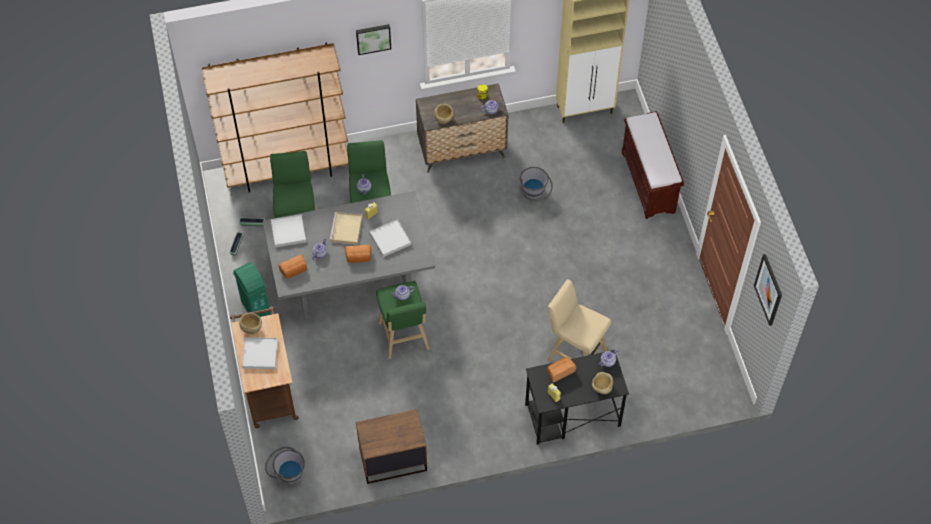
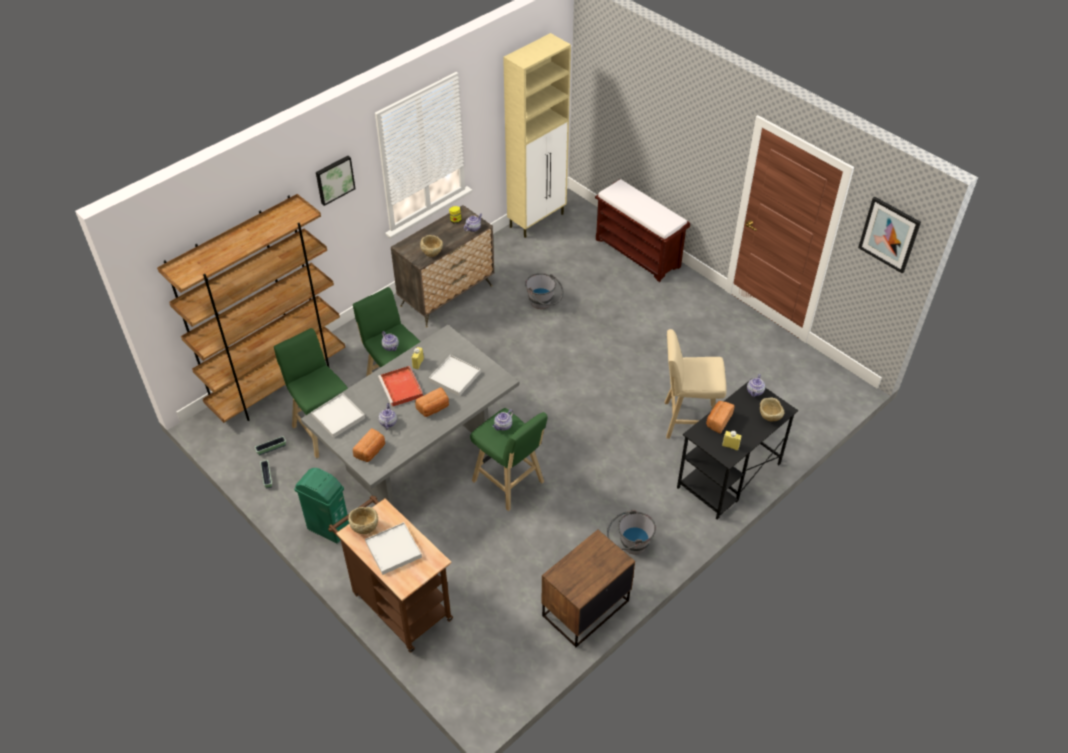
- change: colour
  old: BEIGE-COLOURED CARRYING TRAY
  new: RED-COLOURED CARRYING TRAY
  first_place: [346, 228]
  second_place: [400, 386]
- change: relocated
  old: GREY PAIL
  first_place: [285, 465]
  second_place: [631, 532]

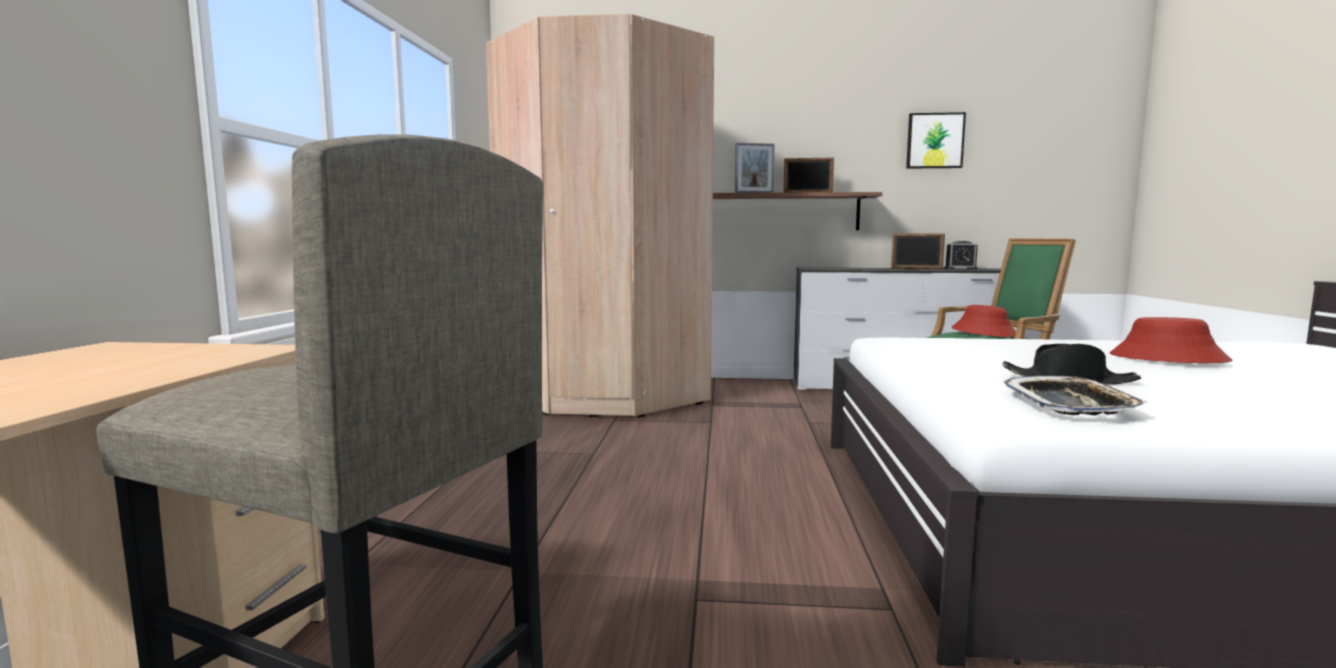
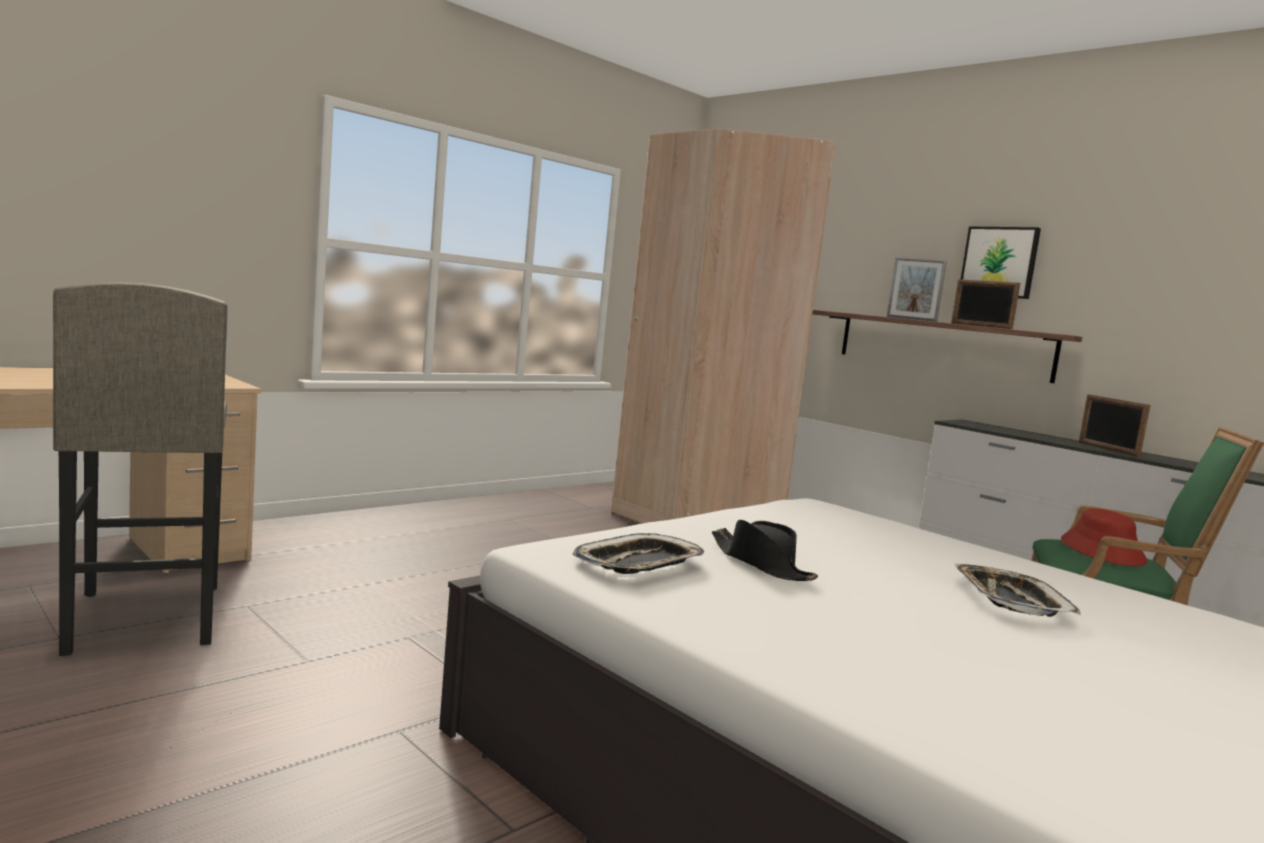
- change: exchanged
  old: RED-COLOURED WEARABLE HAT
  new: CARRYING TRAY
  first_place: [1171, 340]
  second_place: [1017, 590]
- change: relocated
  old: PICTURE
  first_place: [936, 140]
  second_place: [1001, 262]
- change: missing
  old: TABLE CLOCK
  first_place: [961, 255]

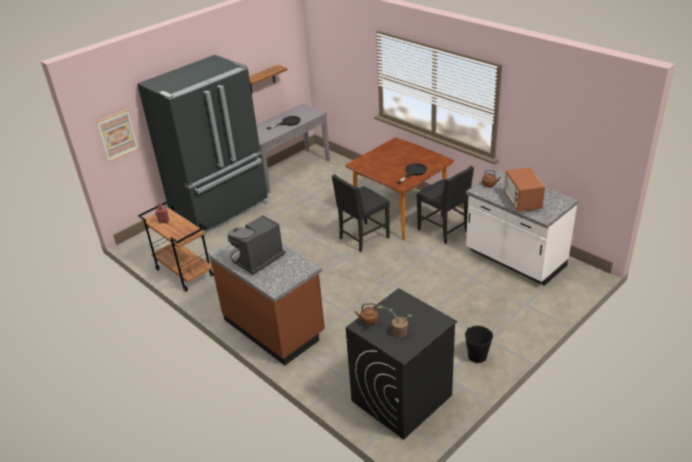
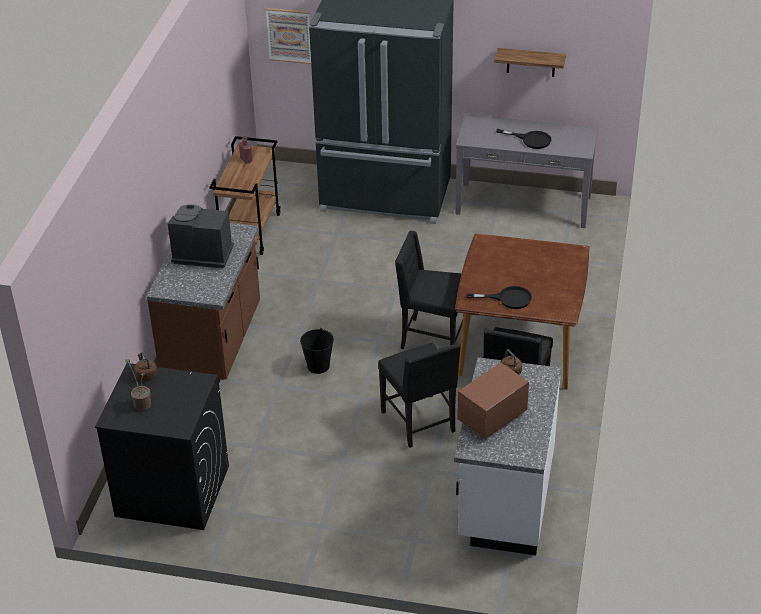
- change: relocated
  old: BLACKISH PAIL
  first_place: [479, 344]
  second_place: [317, 351]
- change: appeared
  new: BLACKISH CHAIR
  second_place: [419, 395]

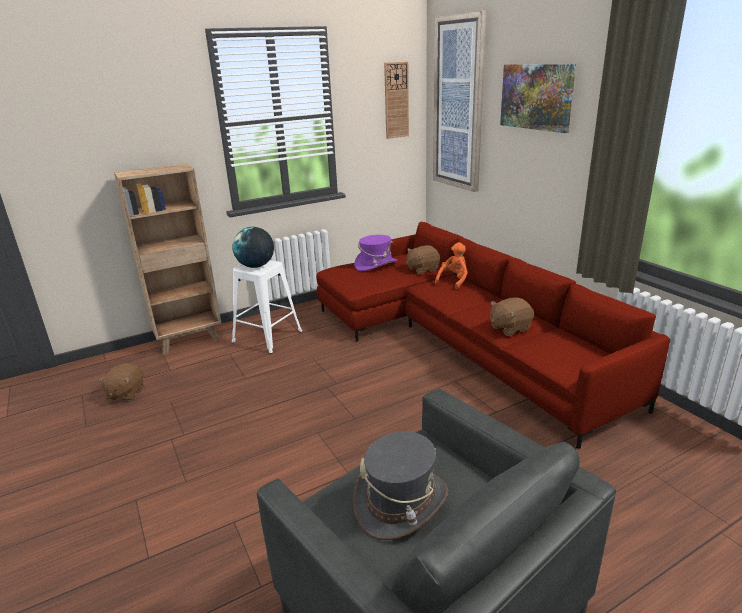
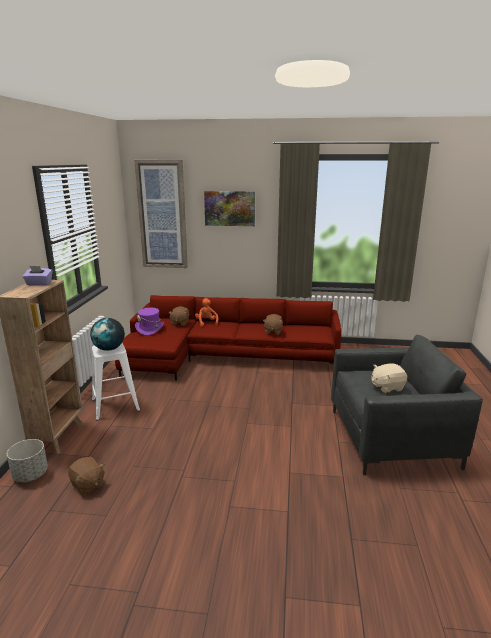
- change: appeared
  new: GREY PLANTER
  second_place: [27, 460]
- change: appeared
  new: PURPLISH TISSUE HOLDER
  second_place: [37, 275]
- change: exchanged
  old: GREY WEARABLE HAT
  new: BEIGE-COLOURED SOFT TOY
  first_place: [400, 485]
  second_place: [389, 378]
- change: missing
  old: WALL CLOCK
  first_place: [396, 100]

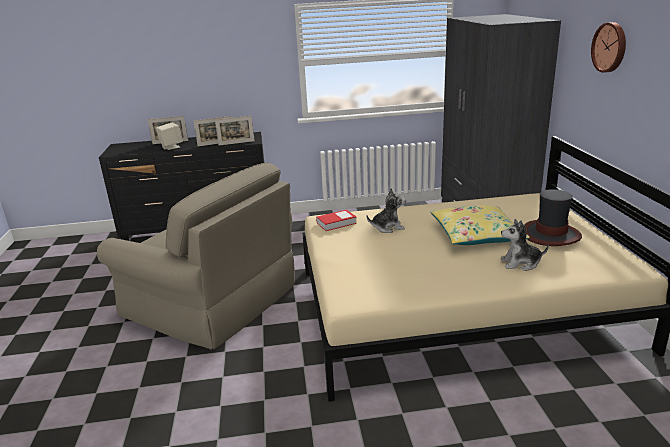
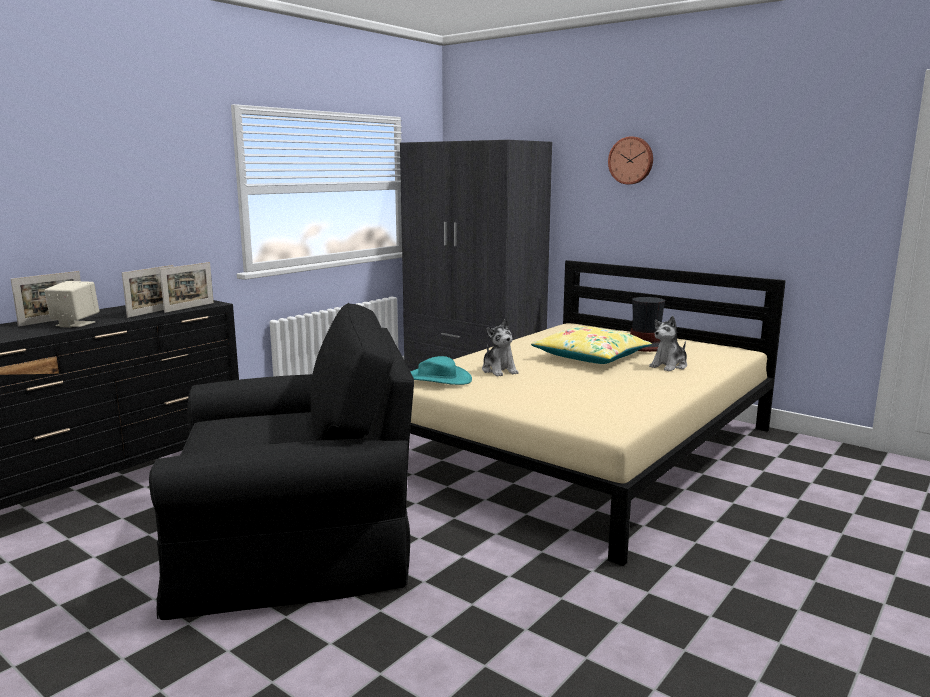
- change: colour
  old: BEIGE-COLOURED ARMCHAIR
  new: BLACKISH ARMCHAIR
  first_place: [196, 256]
  second_place: [281, 461]
- change: exchanged
  old: VOLUME
  new: BLUE-GREEN WEARABLE HAT
  first_place: [336, 220]
  second_place: [441, 370]
- change: spun
  old: SOFT TOY
  first_place: [386, 210]
  second_place: [500, 348]
  degrees: 120

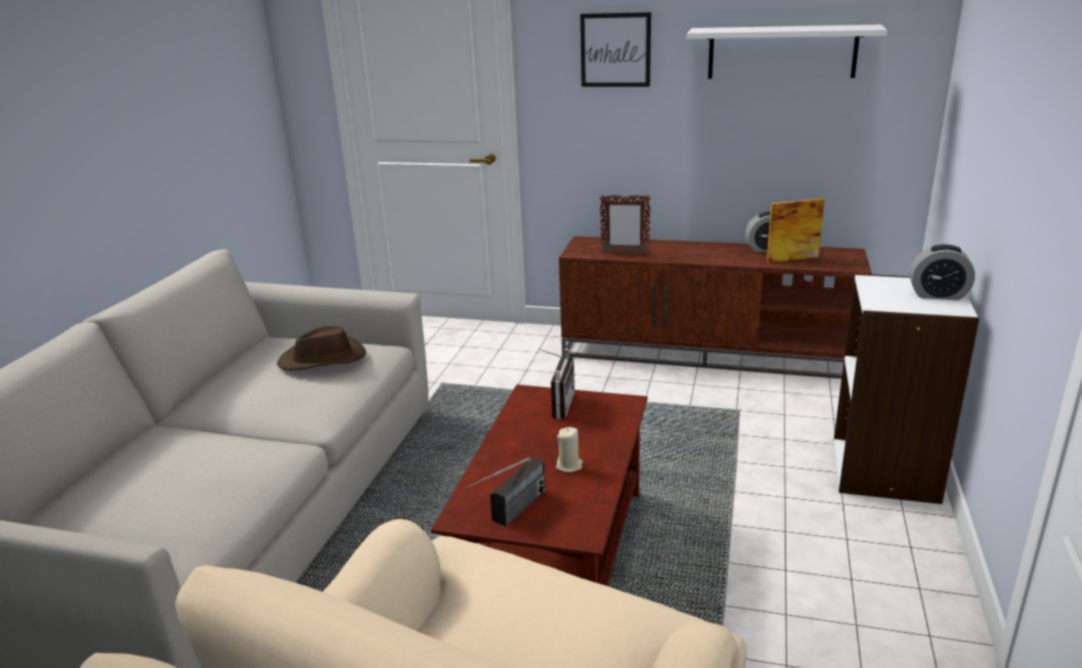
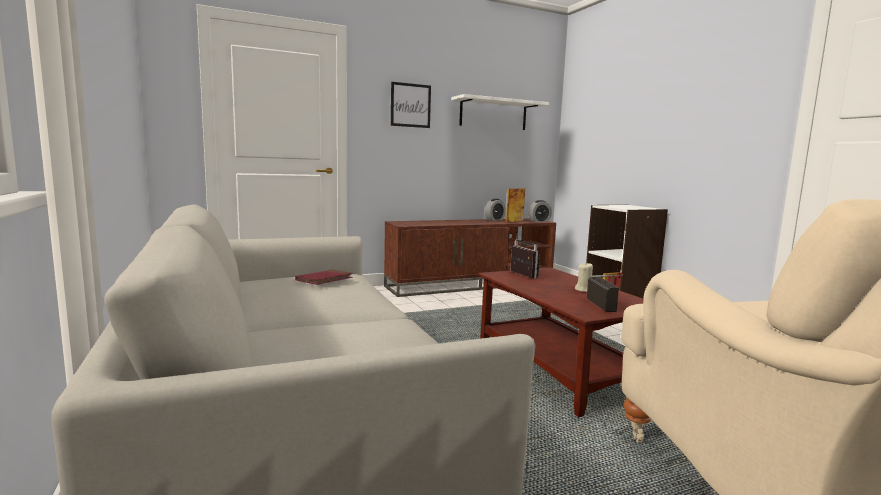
- change: exchanged
  old: BROWN WEARABLE HAT
  new: RED-COLOURED VOLUME
  first_place: [321, 348]
  second_place: [324, 277]
- change: relocated
  old: TABLE CLOCK
  first_place: [942, 272]
  second_place: [540, 211]
- change: missing
  old: PICTURE FRAME
  first_place: [625, 224]

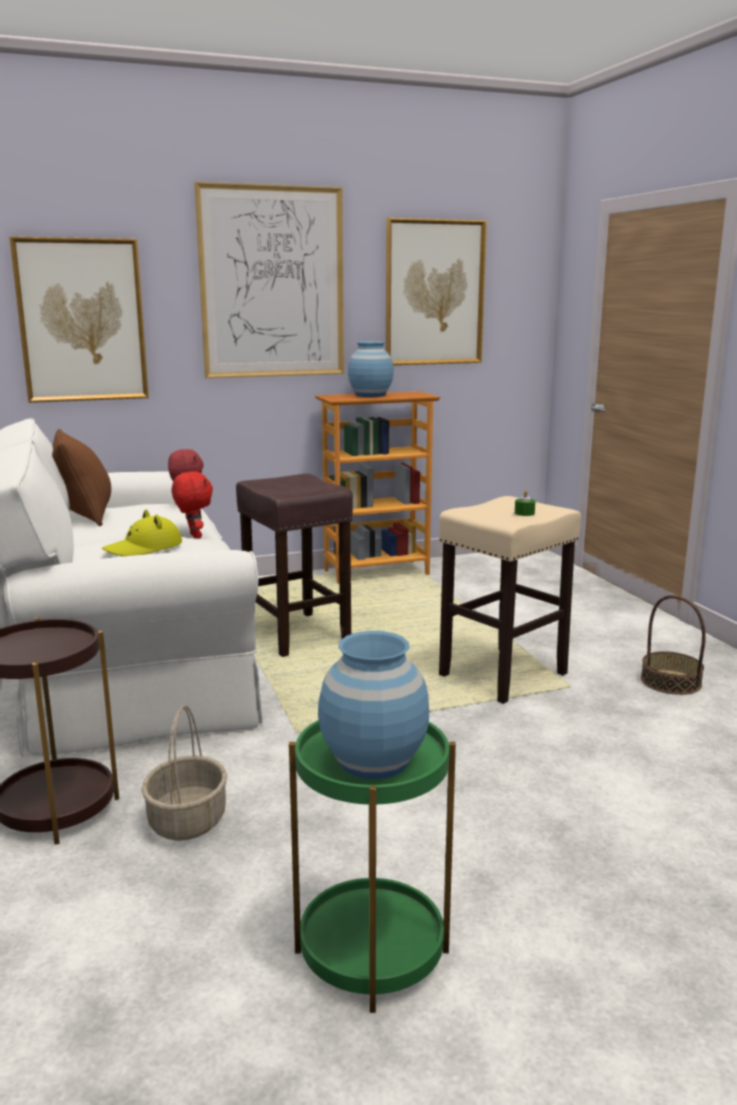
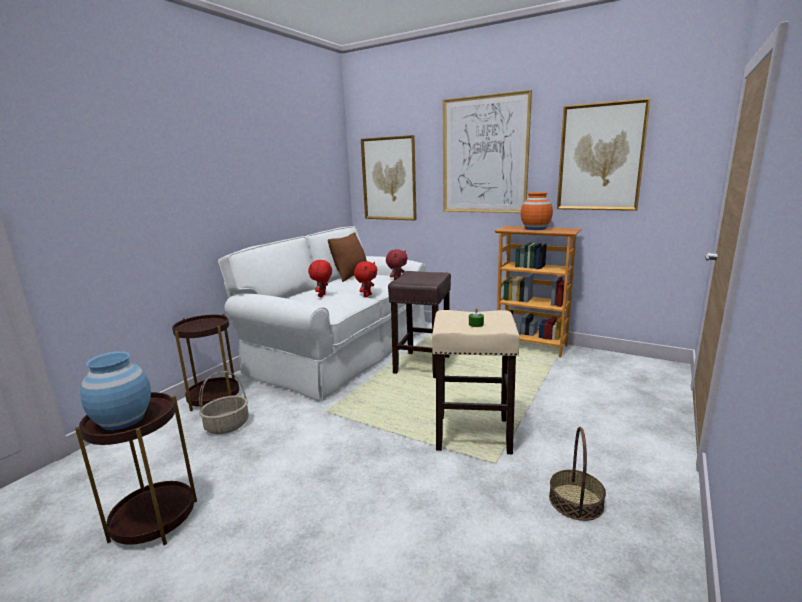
- change: colour
  old: GREEN-COLOURED ACCENT TABLE
  new: BROWN ACCENT TABLE
  first_place: [372, 866]
  second_place: [136, 468]
- change: exchanged
  old: YELLOWISH WEARABLE HAT
  new: RED-COLOURED SOFT TOY
  first_place: [142, 532]
  second_place: [320, 278]
- change: colour
  old: BLUE-COLOURED DECORATIVE VASE
  new: ORANGEY DECORATIVE VASE
  first_place: [371, 369]
  second_place: [537, 211]

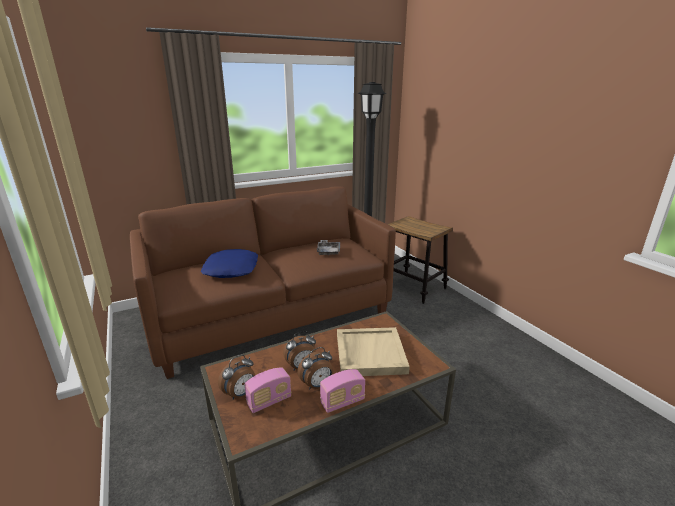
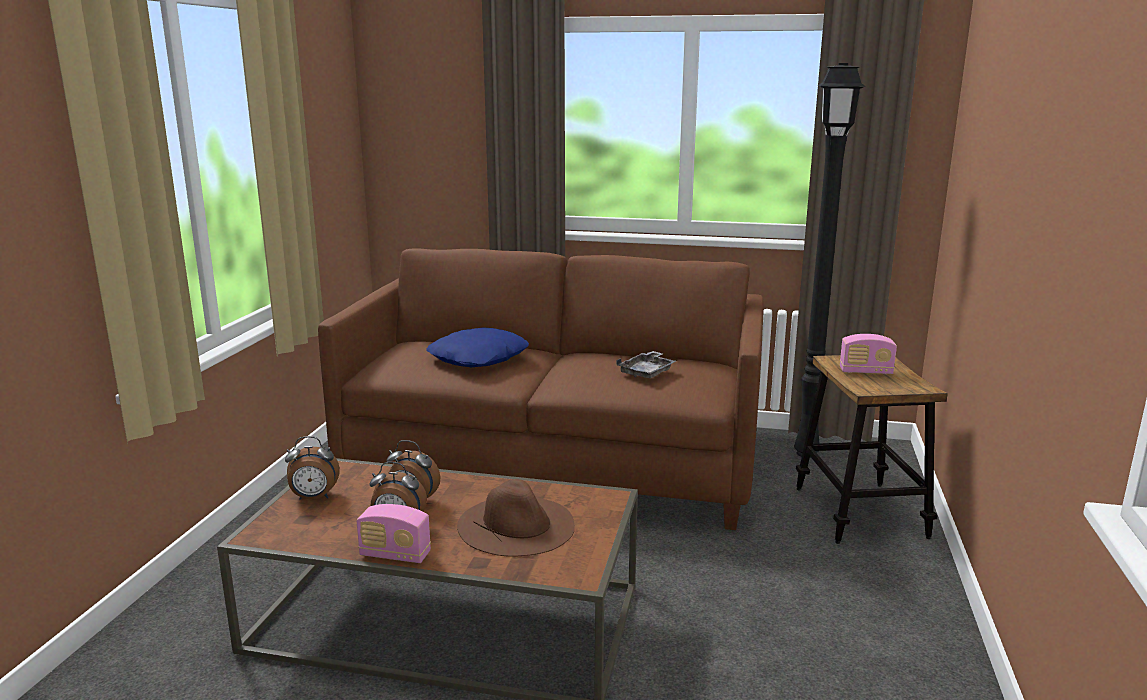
- change: exchanged
  old: BEIGE-COLOURED CARRYING TRAY
  new: BROWN WEARABLE HAT
  first_place: [373, 351]
  second_place: [516, 518]
- change: relocated
  old: RADIO SET
  first_place: [267, 390]
  second_place: [868, 354]

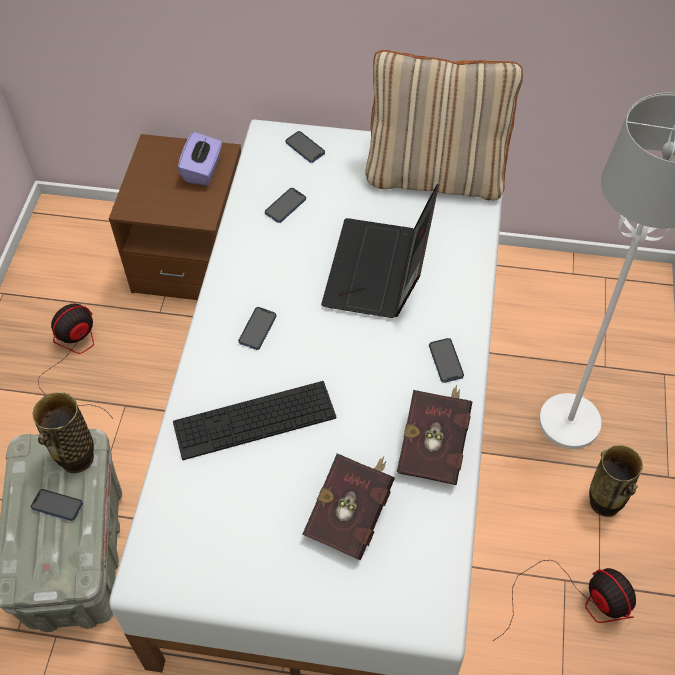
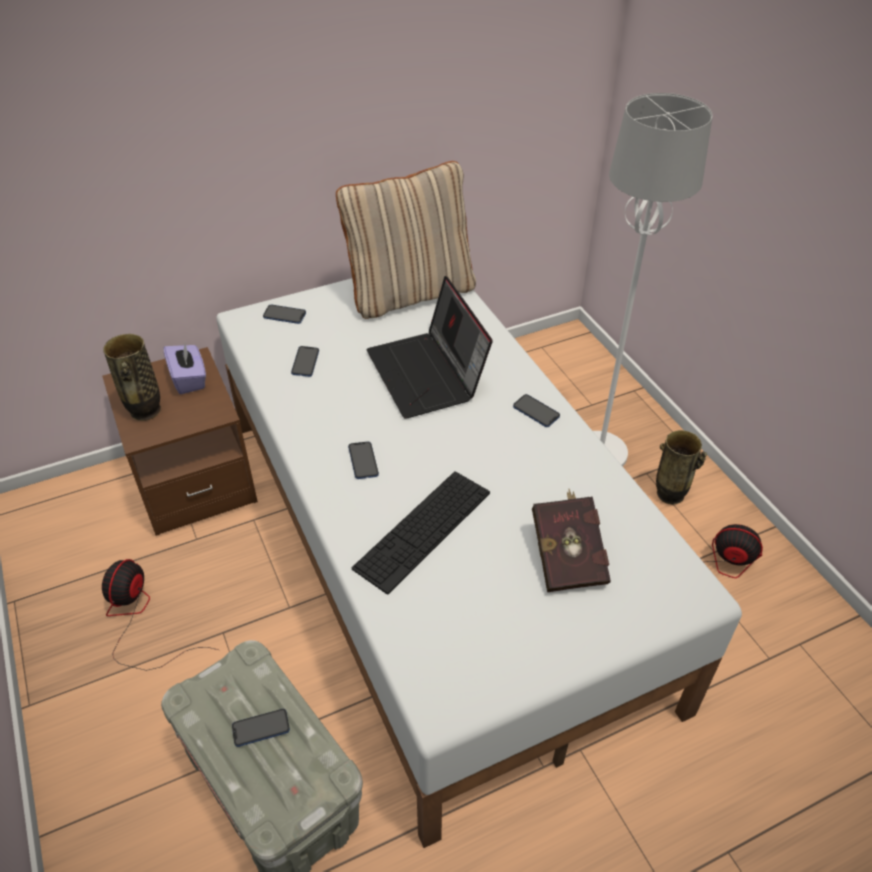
- change: relocated
  old: DECORATIVE VASE
  first_place: [63, 432]
  second_place: [132, 377]
- change: missing
  old: RED-COLOURED VOLUME
  first_place: [434, 435]

